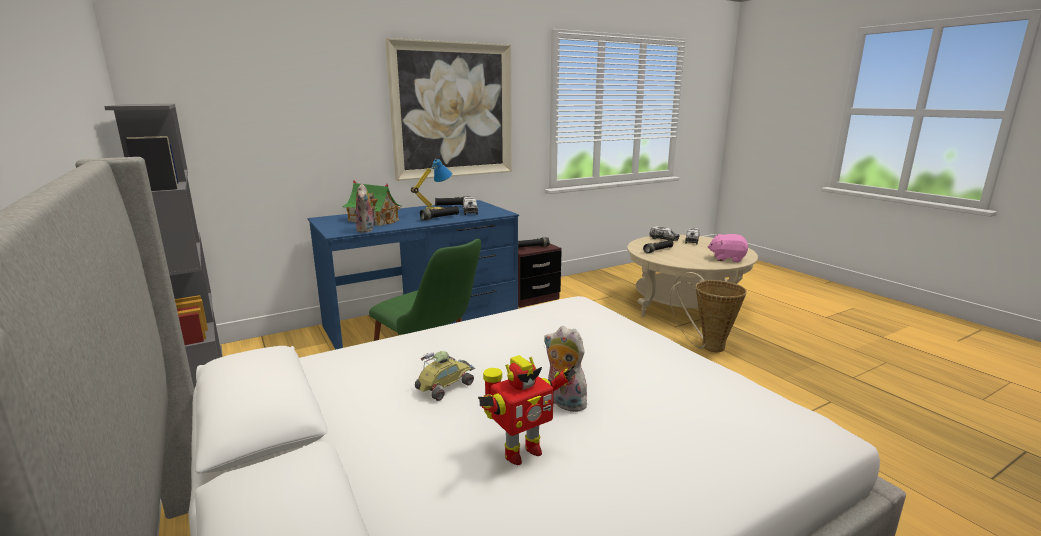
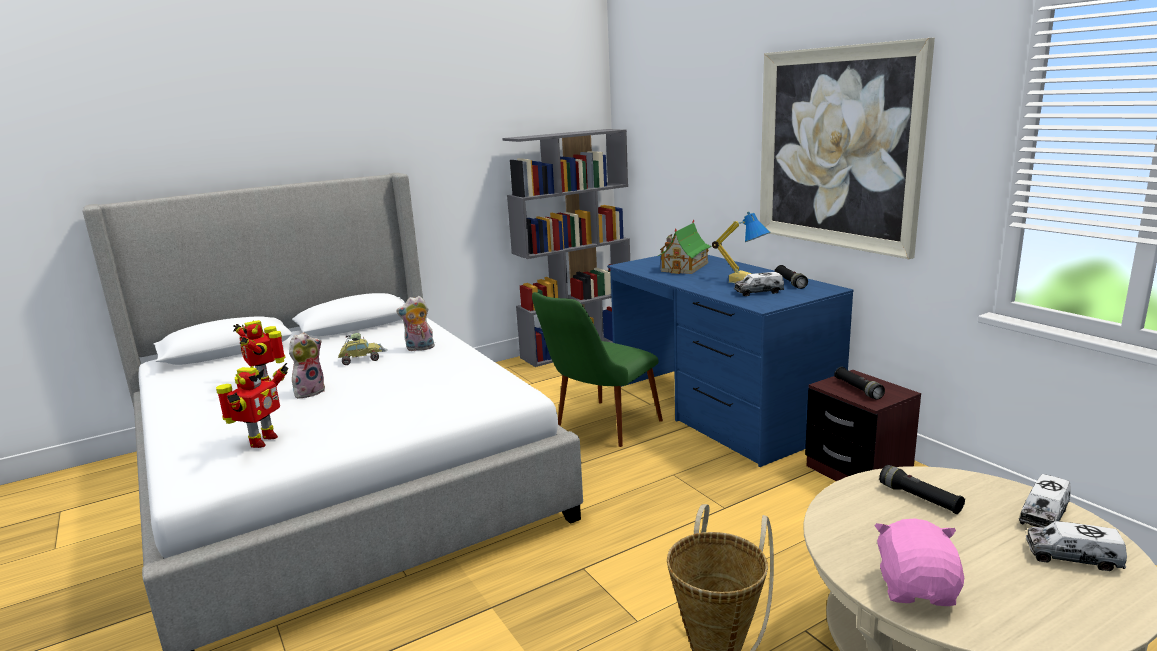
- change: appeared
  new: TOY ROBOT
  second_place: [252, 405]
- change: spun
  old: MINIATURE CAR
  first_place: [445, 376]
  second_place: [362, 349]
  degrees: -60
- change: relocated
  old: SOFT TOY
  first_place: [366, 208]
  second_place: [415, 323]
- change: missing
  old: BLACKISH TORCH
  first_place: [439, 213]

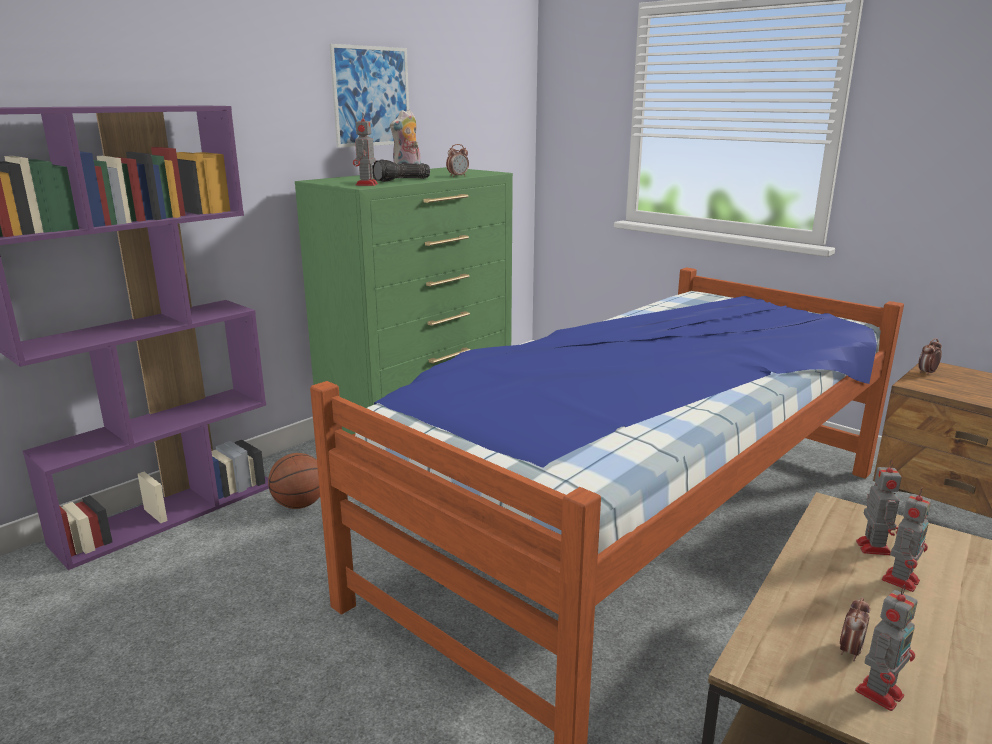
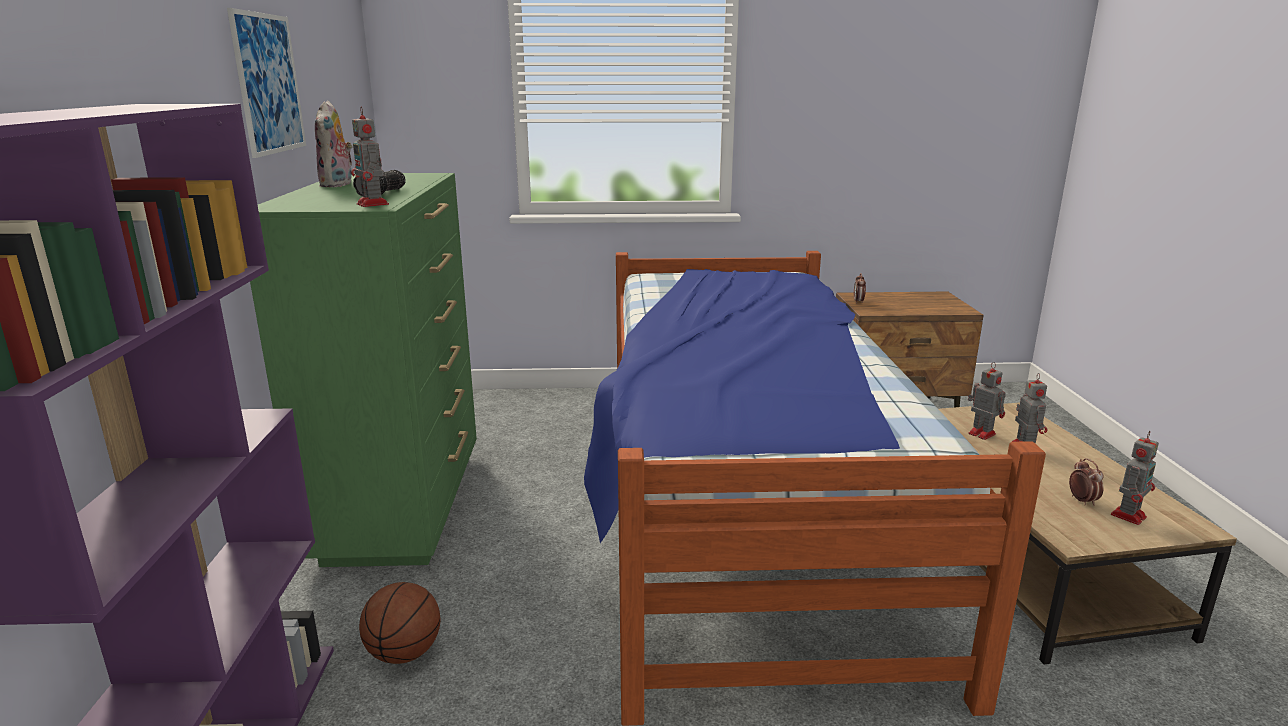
- change: spun
  old: TOY ROBOT
  first_place: [886, 647]
  second_place: [1135, 478]
  degrees: 45
- change: missing
  old: TABLE CLOCK
  first_place: [457, 160]

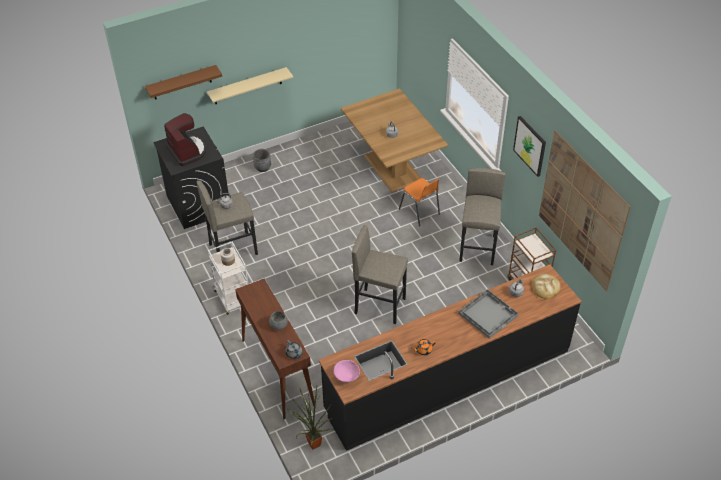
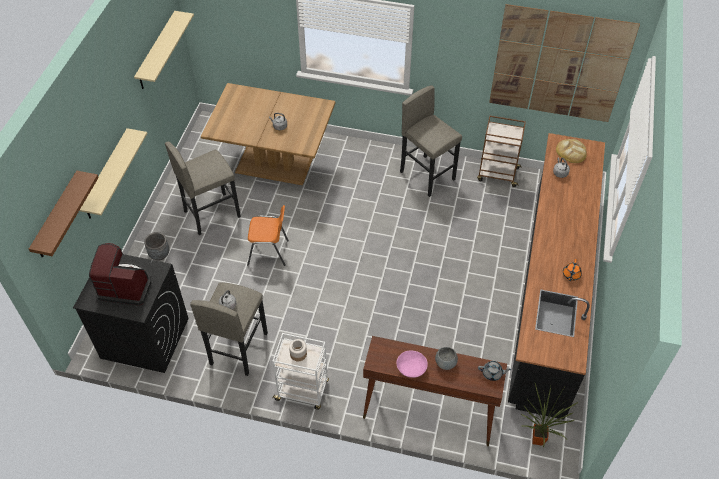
- change: appeared
  new: BEIGE-COLOURED BRACKET SHELF
  second_place: [164, 50]
- change: relocated
  old: GREY STOOL SEAT
  first_place: [380, 274]
  second_place: [203, 188]
- change: relocated
  old: ORANGEY CHAIR
  first_place: [419, 202]
  second_place: [268, 235]
- change: relocated
  old: PINK BOWL
  first_place: [347, 371]
  second_place: [412, 364]
- change: missing
  old: GREY CARRYING TRAY
  first_place: [488, 314]
- change: missing
  old: PICTURE
  first_place: [529, 146]

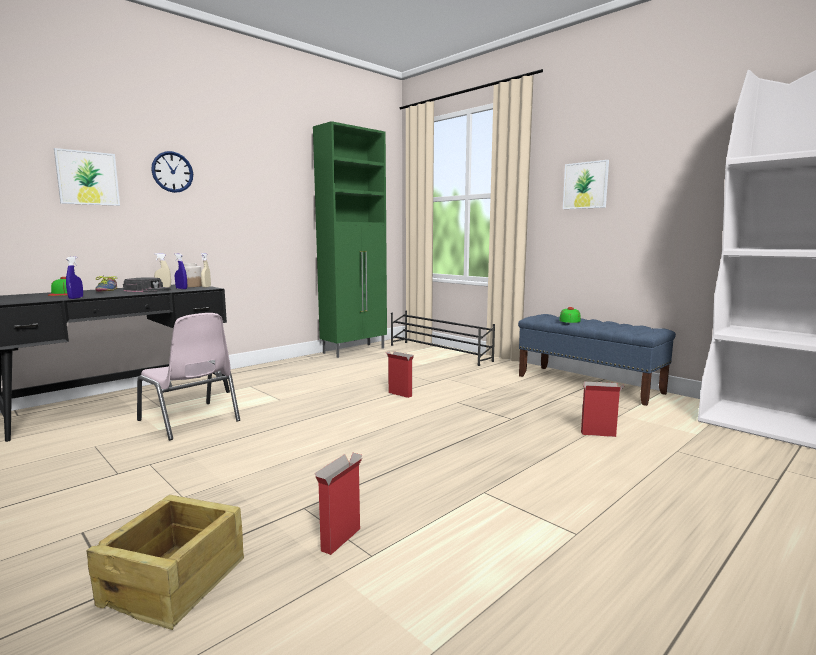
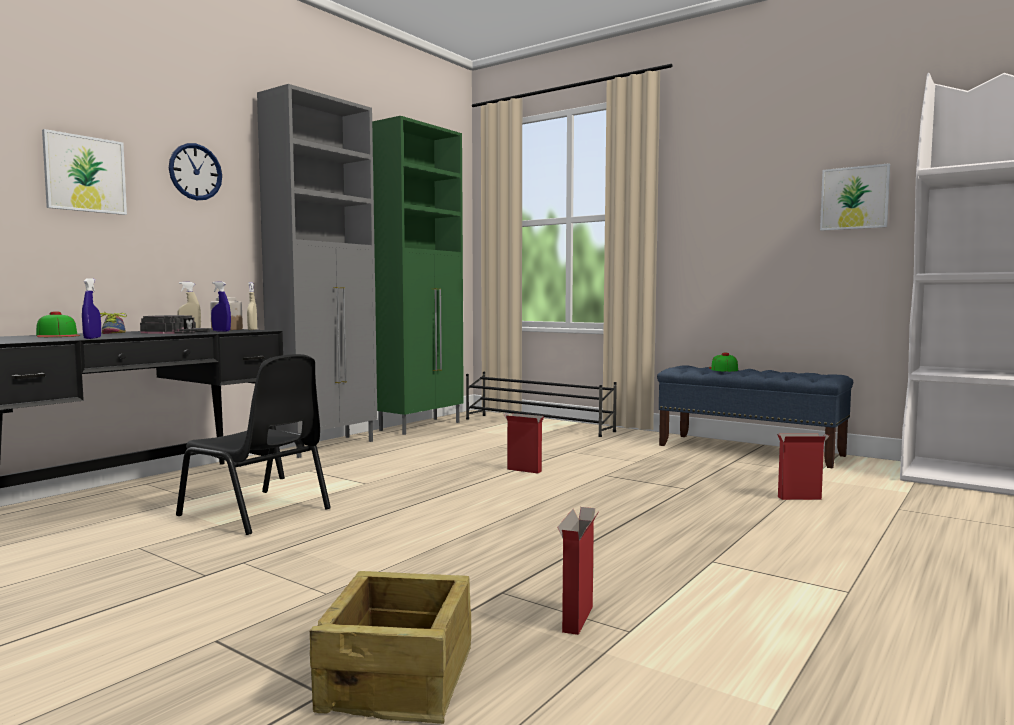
- change: colour
  old: PINK CHAIR
  new: BLACKISH CHAIR
  first_place: [188, 376]
  second_place: [253, 444]
- change: appeared
  new: GREY CUPBOARD
  second_place: [317, 271]
- change: relocated
  old: PICTURE
  first_place: [586, 184]
  second_place: [855, 197]

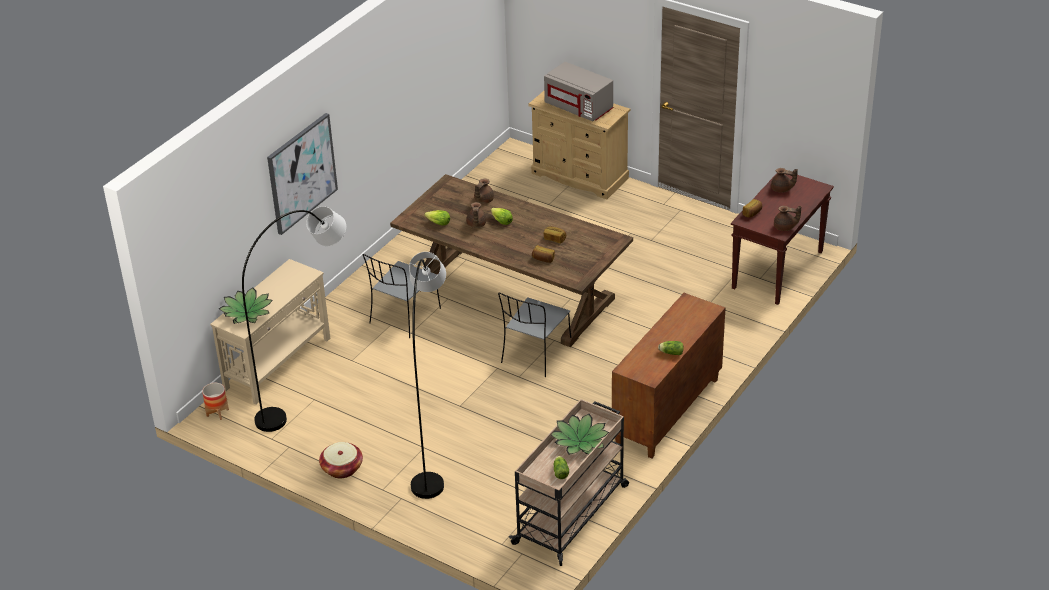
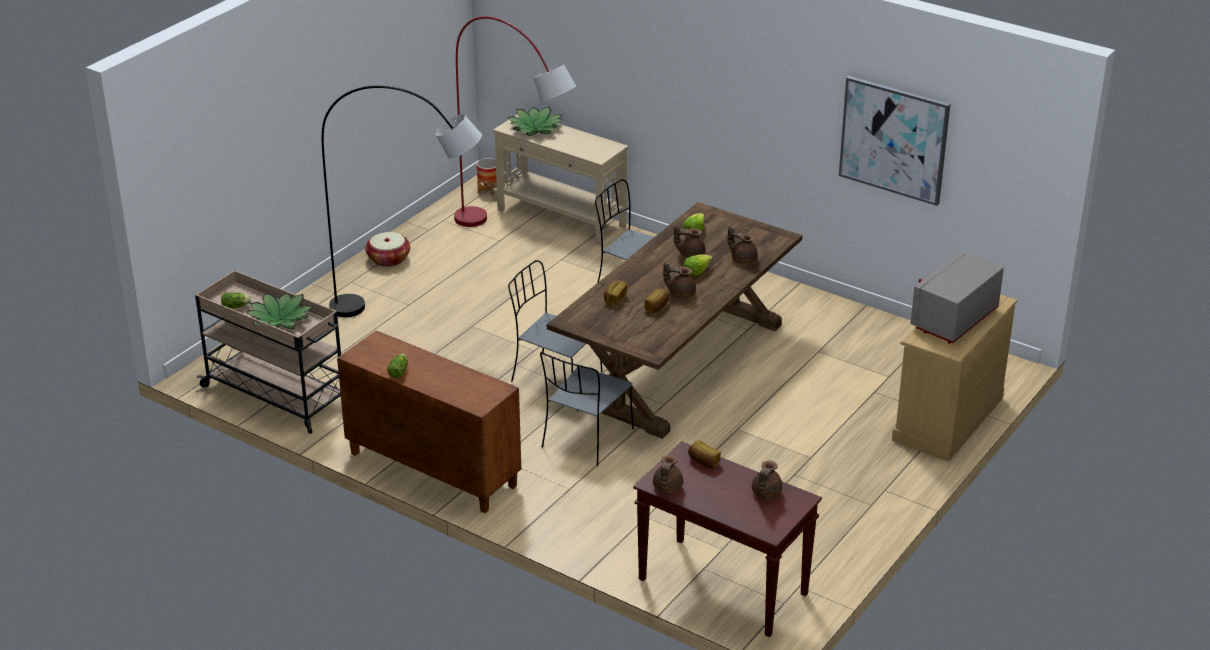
- change: colour
  old: GREY FLOOR LAMP
  new: RED-COLOURED FLOOR LAMP
  first_place: [294, 319]
  second_place: [515, 121]
- change: appeared
  new: GREY CHAIR
  second_place: [587, 409]
- change: appeared
  new: BROWN TEAPOT
  second_place: [679, 280]
- change: relocated
  old: PICTURE
  first_place: [302, 174]
  second_place: [894, 141]

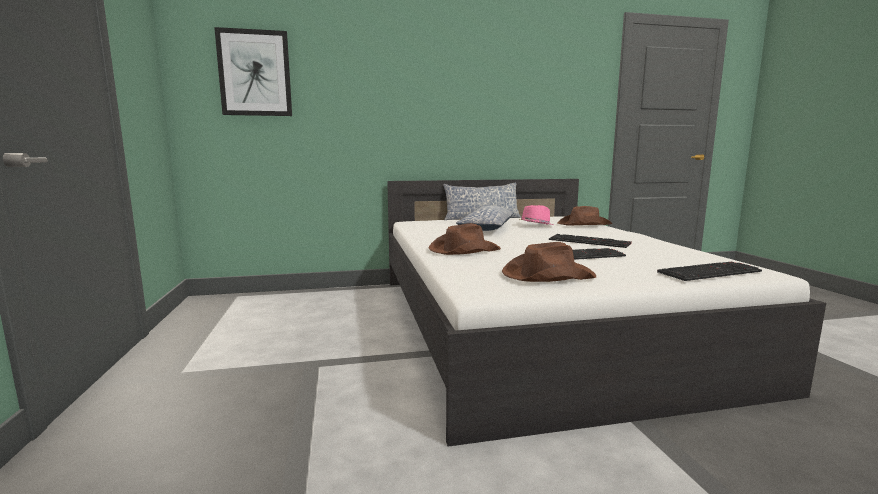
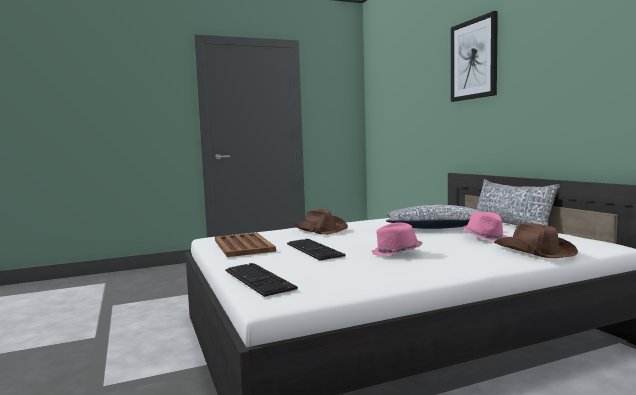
- change: exchanged
  old: BROWN WEARABLE HAT
  new: BROWN CARRYING TRAY
  first_place: [549, 262]
  second_place: [245, 245]
- change: exchanged
  old: COMPUTER KEYBOARD
  new: PINK WEARABLE HAT
  first_place: [590, 241]
  second_place: [397, 239]
- change: relocated
  old: PICTURE
  first_place: [253, 71]
  second_place: [474, 56]

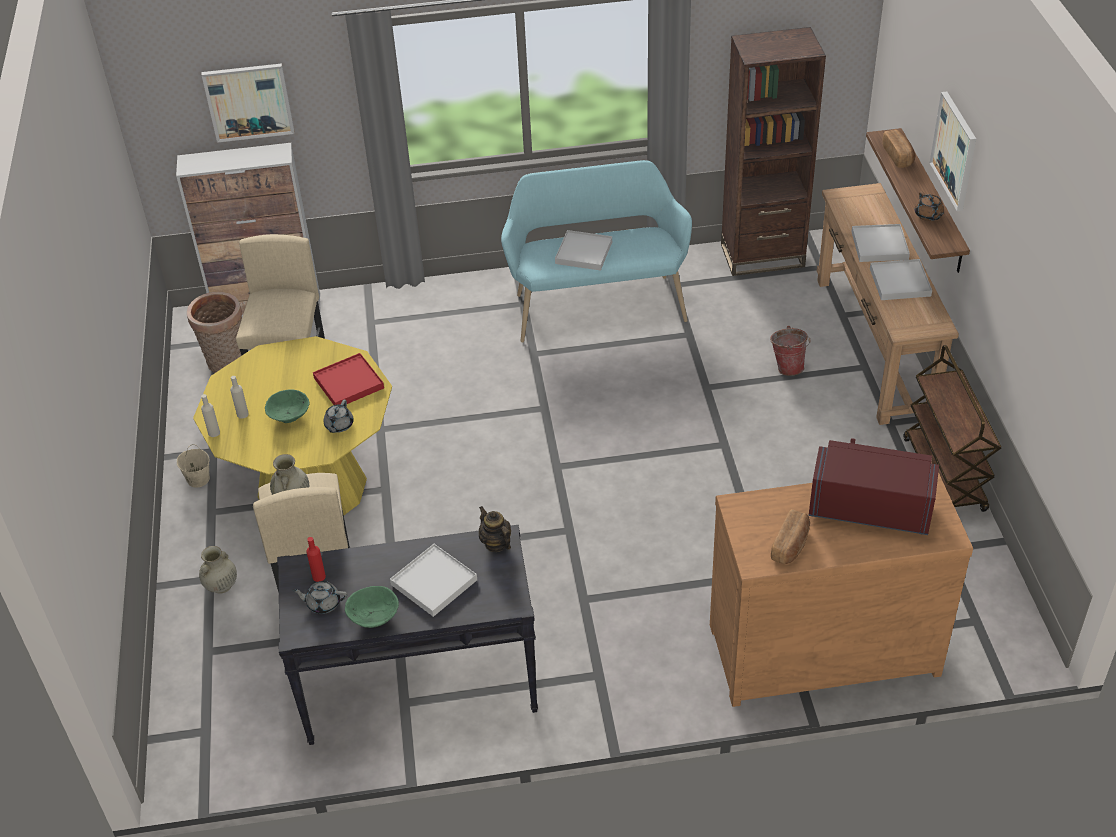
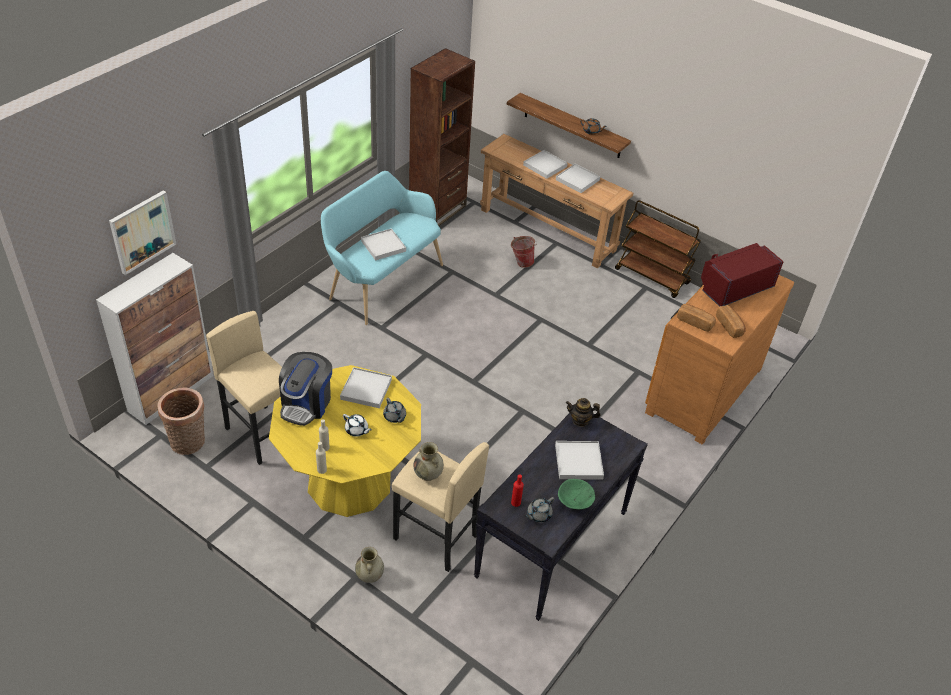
- change: appeared
  new: COFFEE MAKER
  second_place: [305, 389]
- change: colour
  old: RED-COLOURED CARRYING TRAY
  new: WHITE CARRYING TRAY
  first_place: [348, 379]
  second_place: [366, 387]
- change: exchanged
  old: GREEN-COLOURED BOWL
  new: WHITE TEAPOT
  first_place: [287, 406]
  second_place: [357, 425]
- change: relocated
  old: BAKERY BREAD
  first_place: [898, 148]
  second_place: [696, 318]
- change: missing
  old: BEIGE-COLOURED PAIL
  first_place: [193, 466]
- change: missing
  old: PICTURE
  first_place: [953, 151]

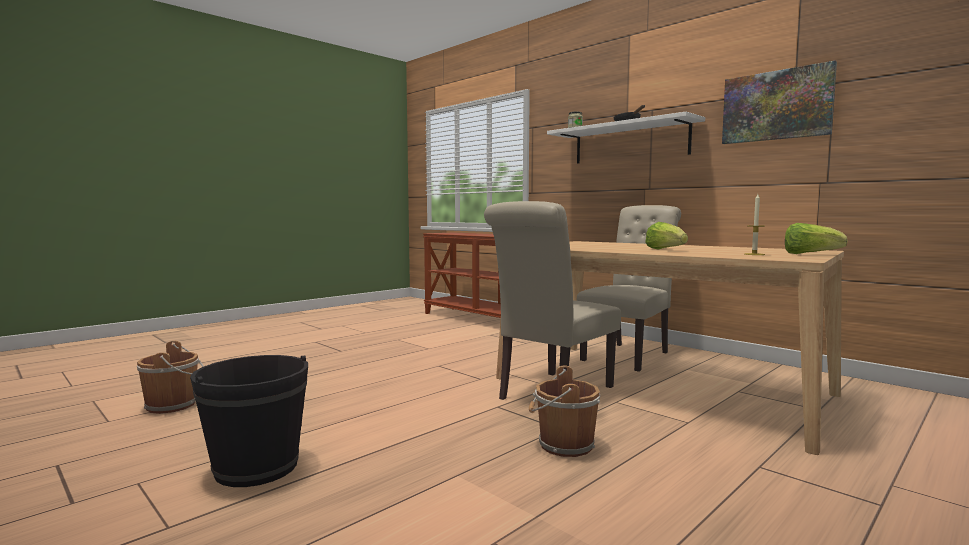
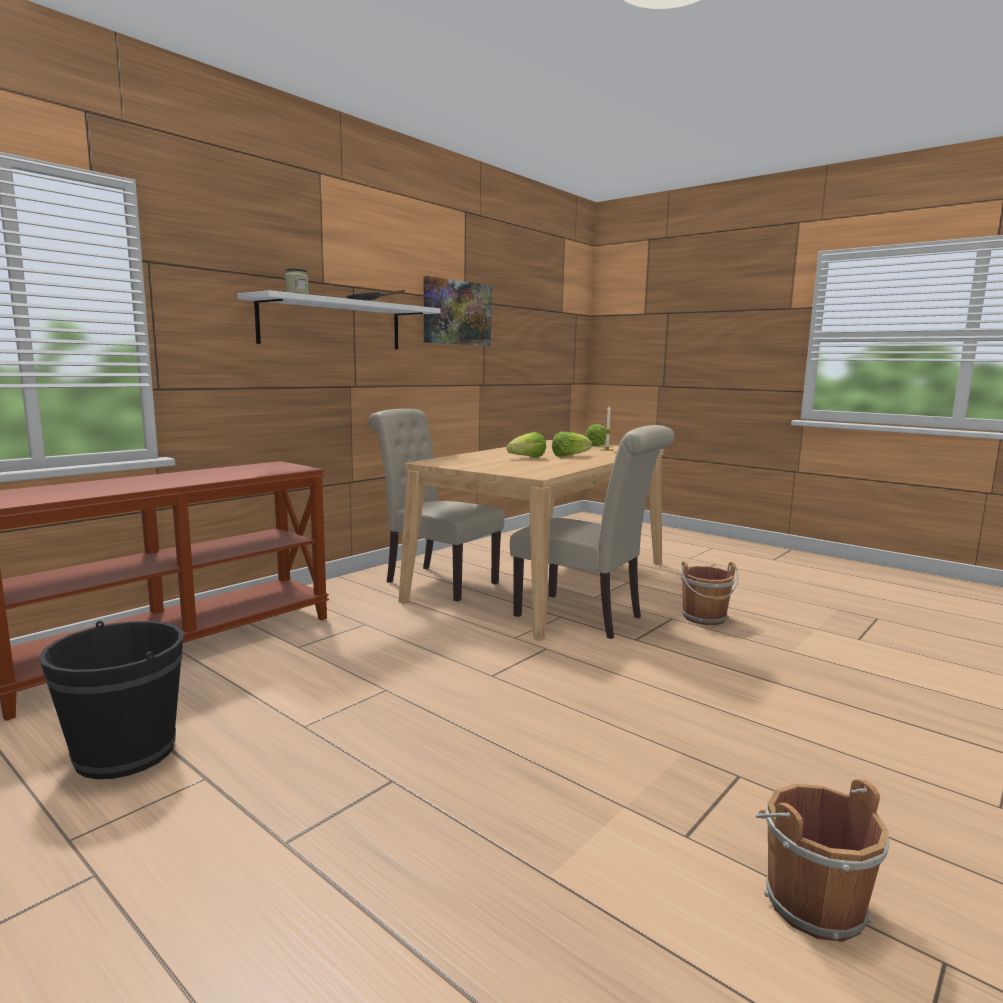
- change: relocated
  old: BLACKISH PAIL
  first_place: [249, 421]
  second_place: [111, 700]
- change: appeared
  new: LETTUCE HEAD
  second_place: [526, 444]

